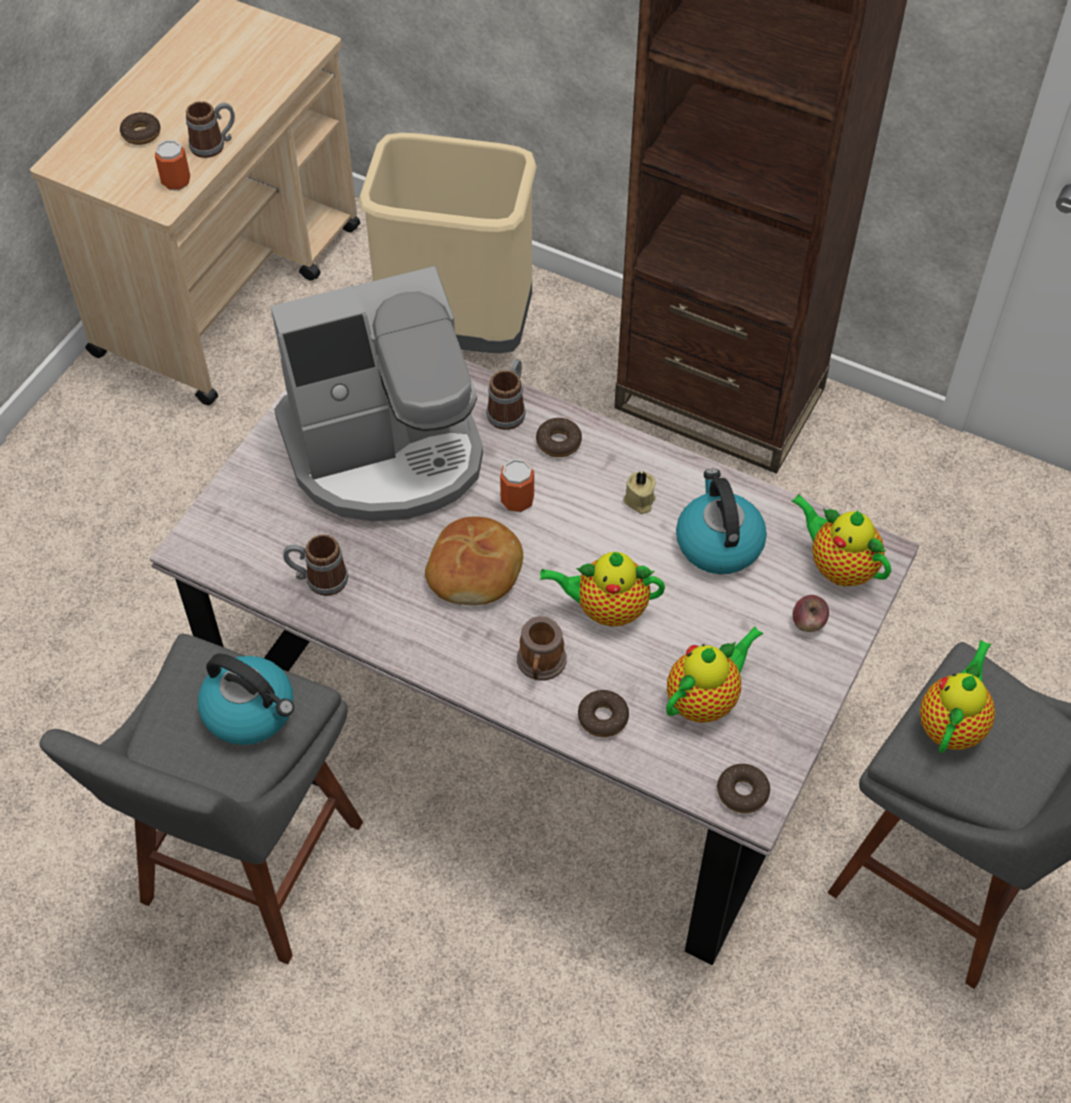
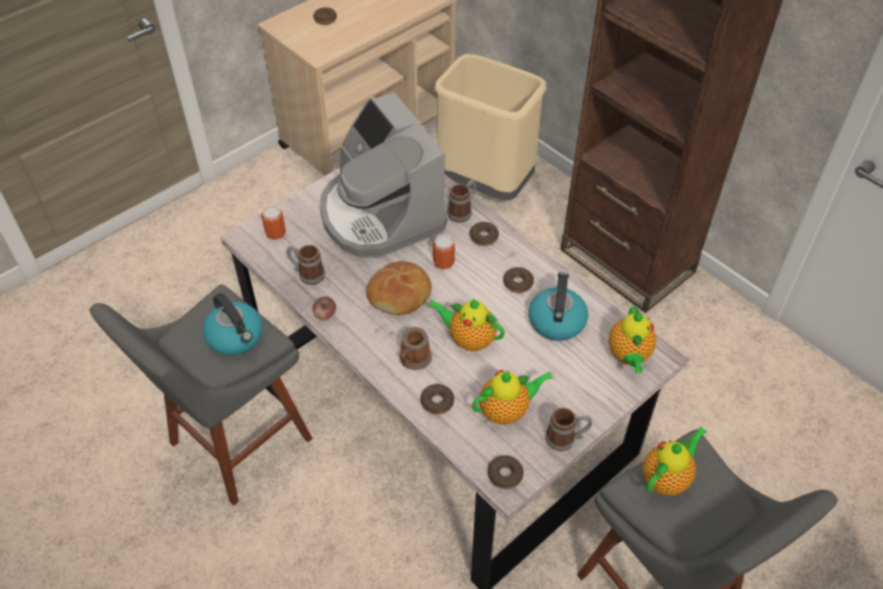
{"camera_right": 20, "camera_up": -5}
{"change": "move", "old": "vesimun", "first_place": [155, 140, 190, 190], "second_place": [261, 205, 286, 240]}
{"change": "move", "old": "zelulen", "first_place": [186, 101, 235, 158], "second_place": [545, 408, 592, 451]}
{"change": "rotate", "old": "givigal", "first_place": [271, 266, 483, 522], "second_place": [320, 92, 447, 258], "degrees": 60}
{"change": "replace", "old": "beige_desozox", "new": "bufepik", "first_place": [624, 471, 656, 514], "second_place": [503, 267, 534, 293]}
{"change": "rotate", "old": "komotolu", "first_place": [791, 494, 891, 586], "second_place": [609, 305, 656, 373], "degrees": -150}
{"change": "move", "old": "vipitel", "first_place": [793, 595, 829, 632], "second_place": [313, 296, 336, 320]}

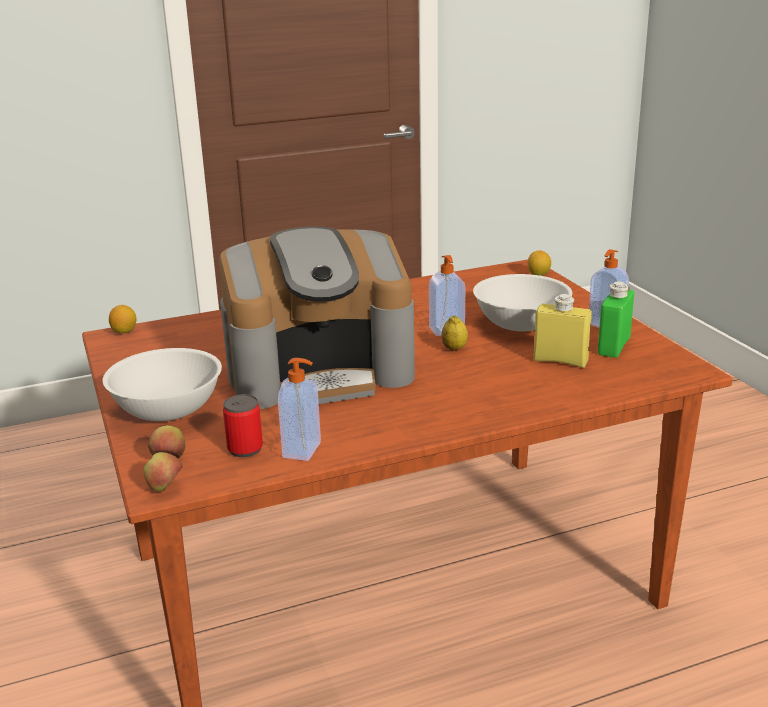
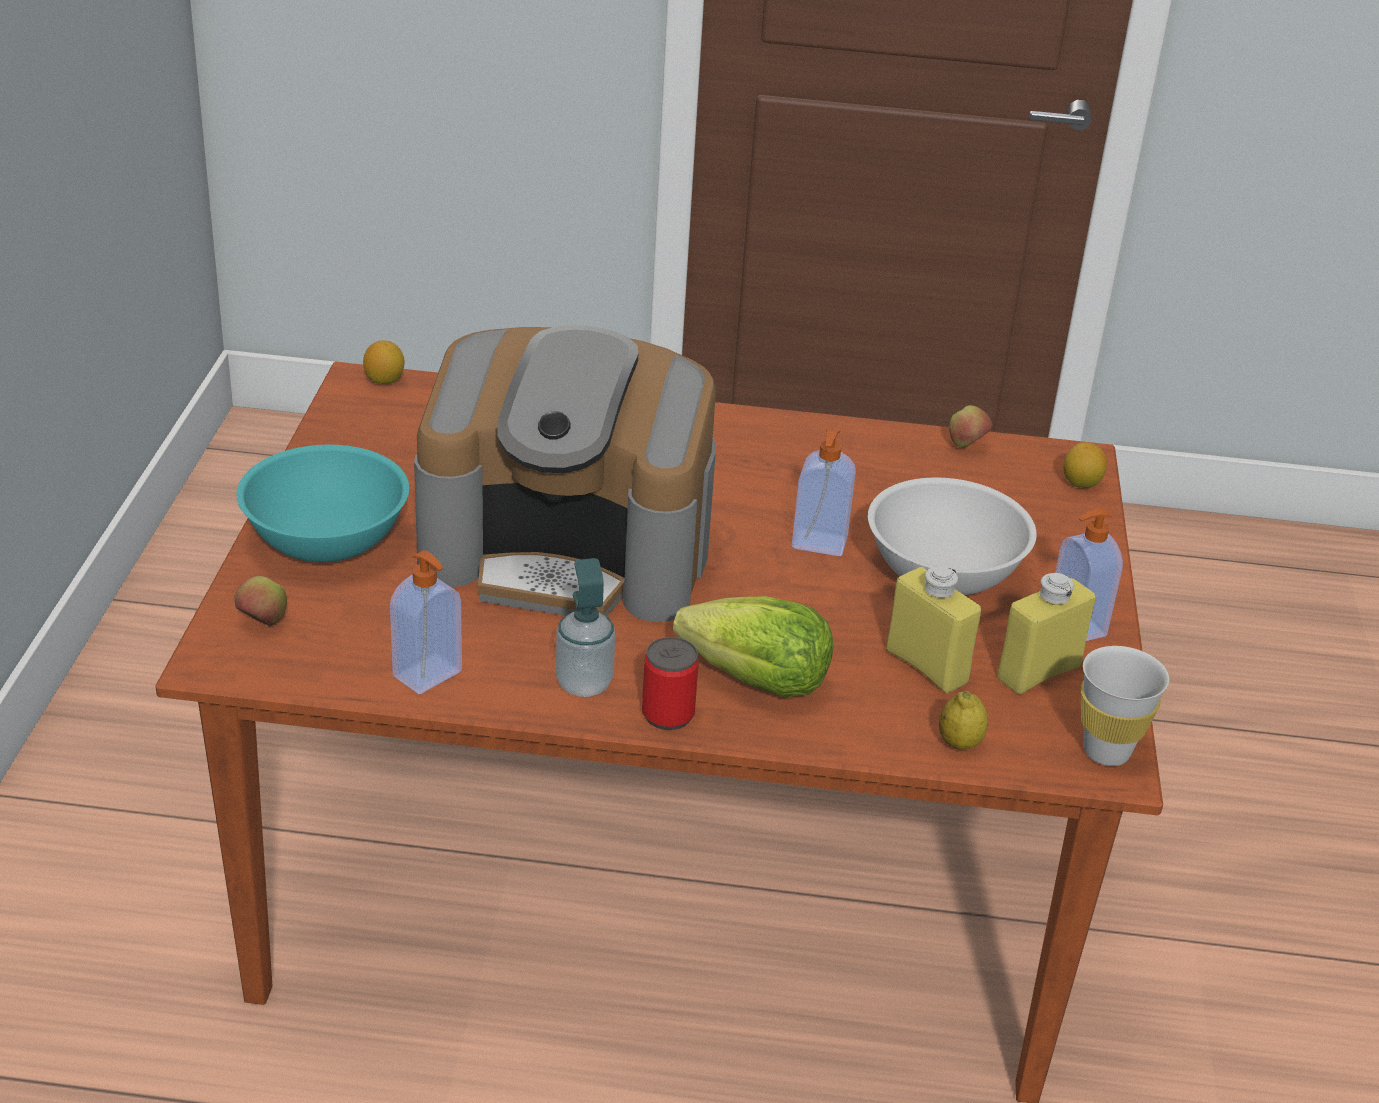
{"camera_right": 25, "camera_up": 10}
{"change": "recolor", "old": "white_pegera", "new": "turquoise_pegera", "first_place": [103, 348, 222, 421], "second_place": [236, 445, 409, 562]}
{"change": "move", "old": "vipitel", "first_place": [144, 452, 182, 492], "second_place": [949, 405, 993, 448]}
{"change": "move", "old": "vesimun", "first_place": [223, 394, 263, 457], "second_place": [642, 637, 699, 730]}
{"change": "move", "old": "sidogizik", "first_place": [442, 315, 468, 351], "second_place": [939, 691, 988, 750]}
{"change": "recolor", "old": "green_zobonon", "new": "yellow_zobonon", "first_place": [598, 282, 634, 358], "second_place": [998, 573, 1096, 694]}
{"change": "insert", "new": "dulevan", "second_place": [556, 558, 615, 697]}
{"change": "insert", "new": "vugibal", "second_place": [673, 596, 833, 698]}
{"change": "insert", "new": "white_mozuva", "second_place": [1081, 646, 1169, 766]}

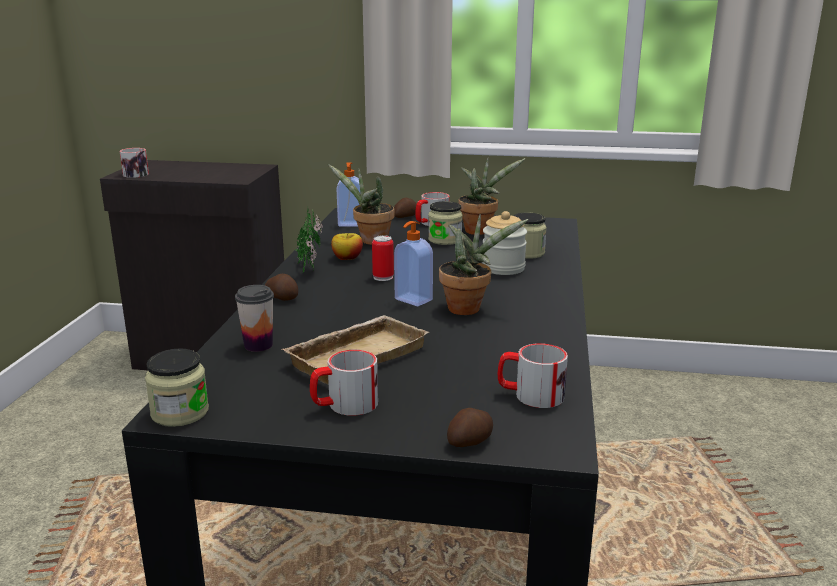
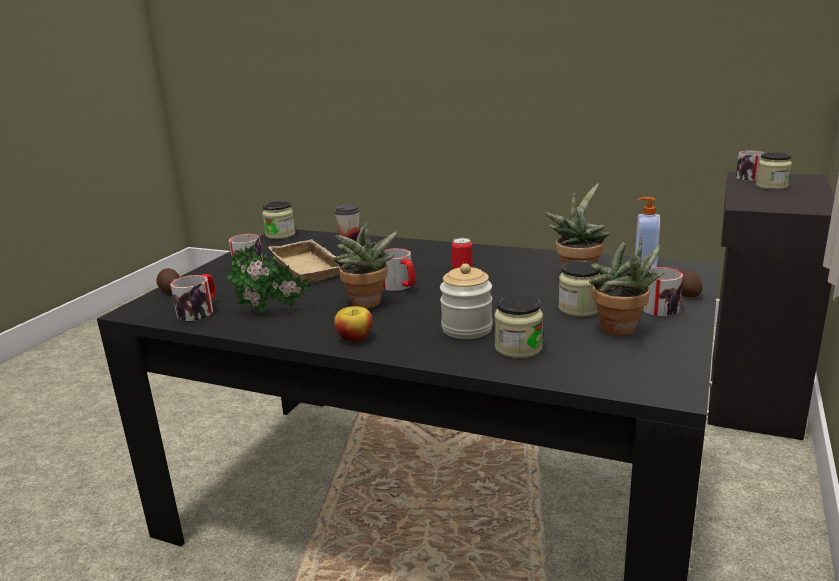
{"camera_right": 105, "camera_up": 0}
{"change": "delete", "old": "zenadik", "first_place": [265, 274, 298, 301]}
{"change": "move", "old": "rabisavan", "first_place": [295, 209, 323, 273], "second_place": [227, 245, 311, 314]}
{"change": "move", "old": "vipitel", "first_place": [331, 233, 363, 260], "second_place": [334, 306, 372, 342]}
{"change": "replace", "old": "dulevan", "new": "zelulen", "first_place": [394, 221, 433, 306], "second_place": [383, 248, 415, 291]}
{"change": "insert", "new": "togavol", "second_place": [756, 152, 792, 190]}

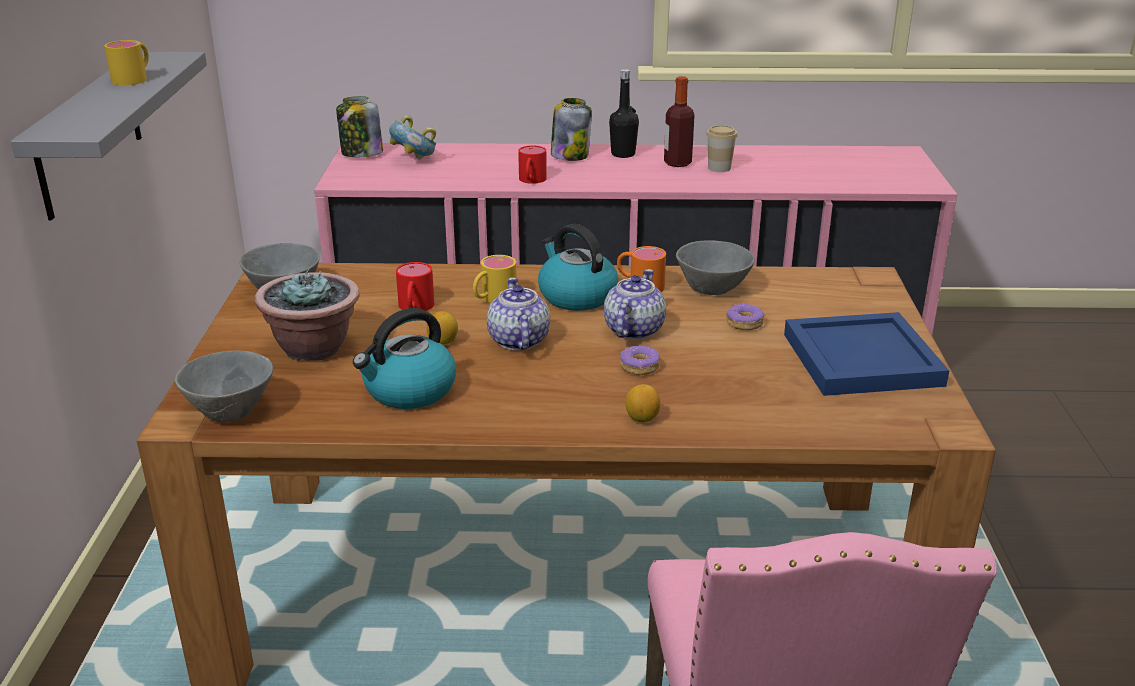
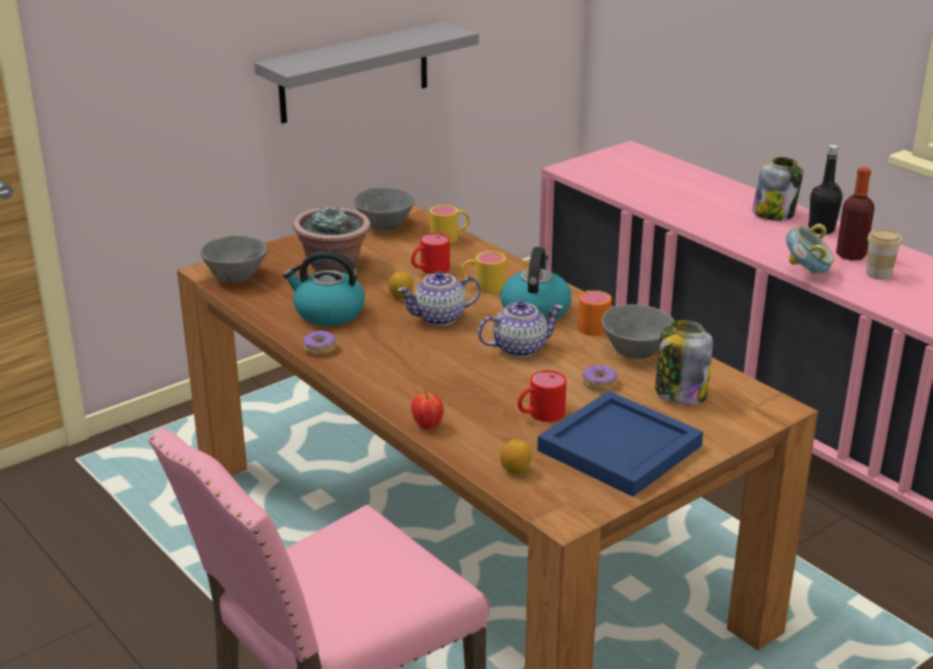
{"camera_right": 50, "camera_up": 0}
{"change": "move", "old": "yellow_zelulen", "first_place": [104, 40, 149, 85], "second_place": [430, 205, 470, 243]}
{"change": "move", "old": "togavol", "first_place": [336, 96, 383, 157], "second_place": [655, 320, 713, 405]}
{"change": "move", "old": "pegera", "first_place": [389, 115, 436, 160], "second_place": [786, 224, 834, 274]}
{"change": "rotate", "old": "komotolu", "first_place": [487, 277, 550, 350], "second_place": [397, 271, 481, 326], "degrees": -150}
{"change": "move", "old": "red_zelulen", "first_place": [518, 146, 547, 184], "second_place": [518, 370, 566, 422]}
{"change": "move", "old": "bufepik", "first_place": [620, 346, 660, 375], "second_place": [303, 330, 336, 355]}
{"change": "move", "old": "sidogizik", "first_place": [625, 384, 660, 422], "second_place": [500, 440, 532, 474]}
{"change": "insert", "new": "vipitel", "second_place": [411, 391, 444, 429]}

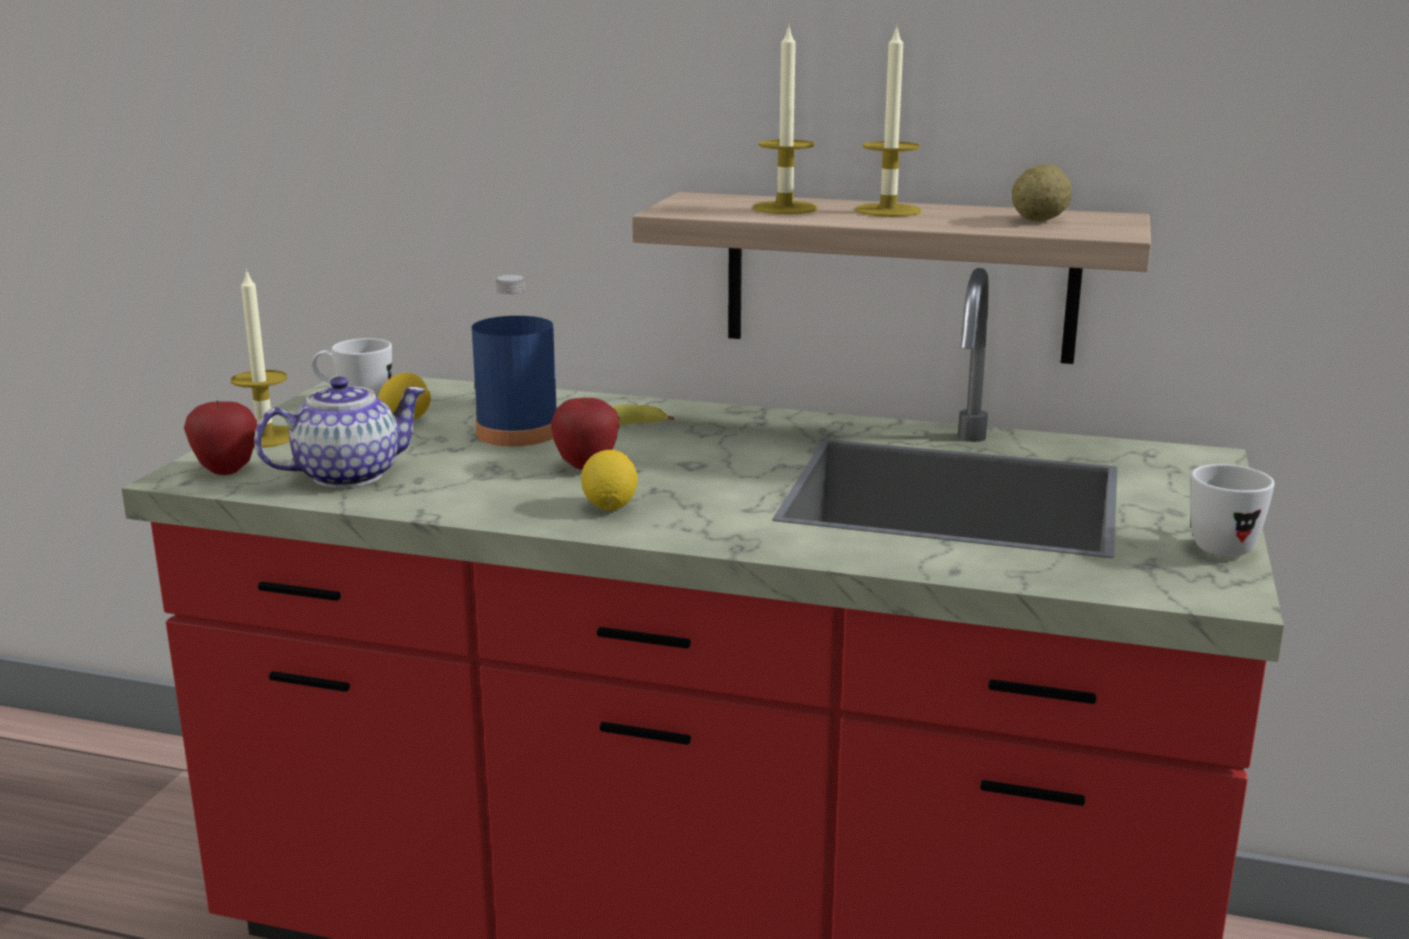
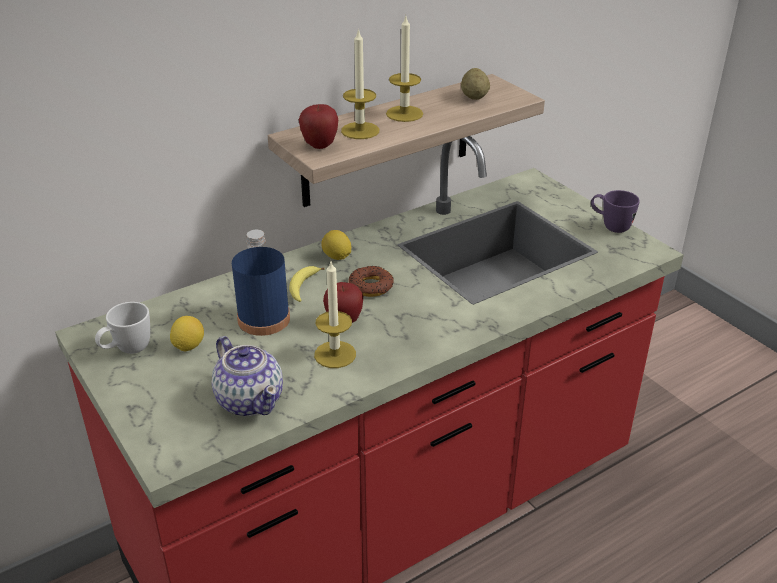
{"camera_right": -50, "camera_up": 15}
{"change": "move", "old": "vipitel", "first_place": [184, 400, 257, 475], "second_place": [299, 104, 338, 149]}
{"change": "move", "old": "desozox", "first_place": [231, 268, 290, 448], "second_place": [314, 261, 356, 368]}
{"change": "rotate", "old": "komotolu", "first_place": [254, 376, 426, 488], "second_place": [212, 336, 283, 416], "degrees": 135}
{"change": "move", "old": "sidogizik", "first_place": [581, 450, 638, 511], "second_place": [321, 230, 351, 260]}
{"change": "recolor", "old": "white_zelulen", "new": "purple_zelulen", "first_place": [1190, 464, 1274, 557], "second_place": [591, 190, 640, 233]}
{"change": "insert", "new": "bufepik", "second_place": [348, 266, 394, 297]}

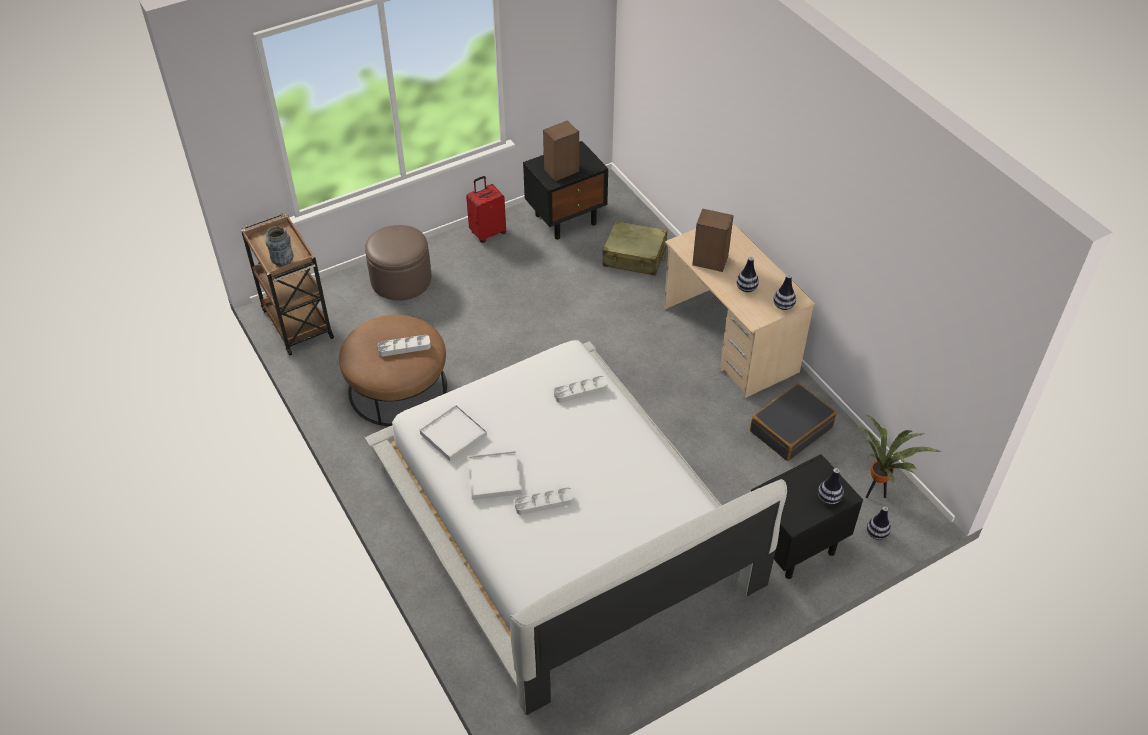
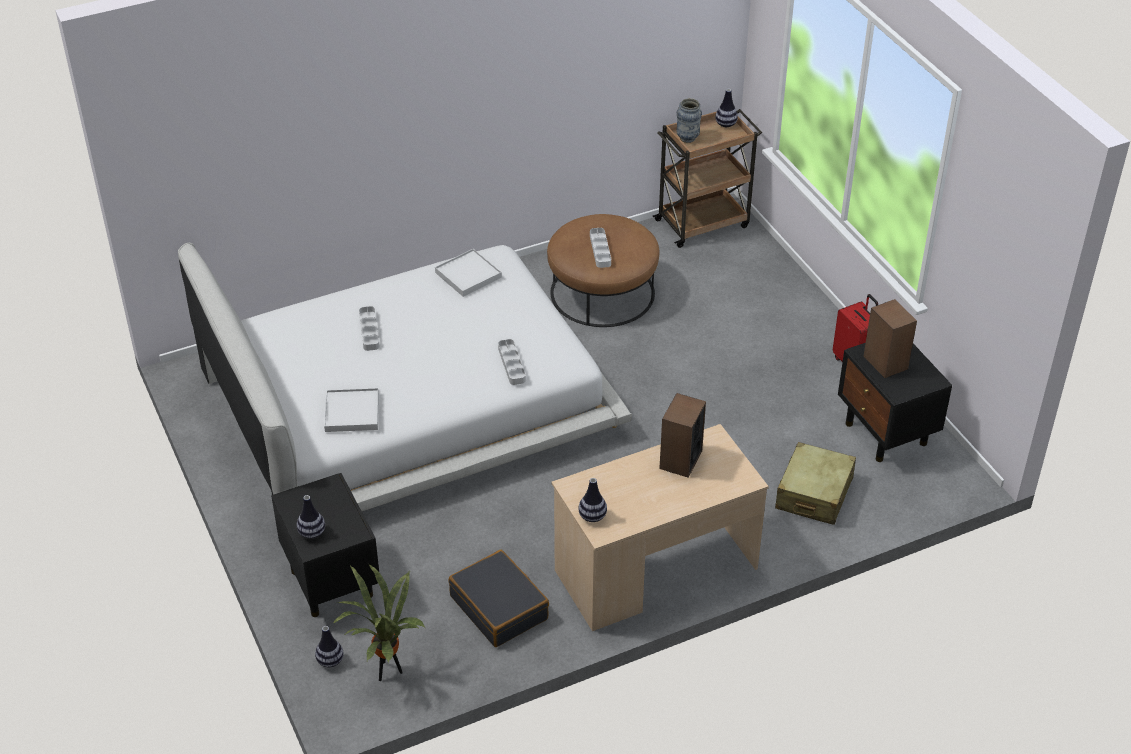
{"camera_right": 95, "camera_up": -5}
{"change": "delete", "old": "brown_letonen", "first_place": [365, 225, 431, 301]}
{"change": "move", "old": "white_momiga", "first_place": [468, 451, 522, 500], "second_place": [324, 388, 379, 432]}
{"change": "move", "old": "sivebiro", "first_place": [736, 257, 759, 292], "second_place": [715, 89, 738, 127]}

